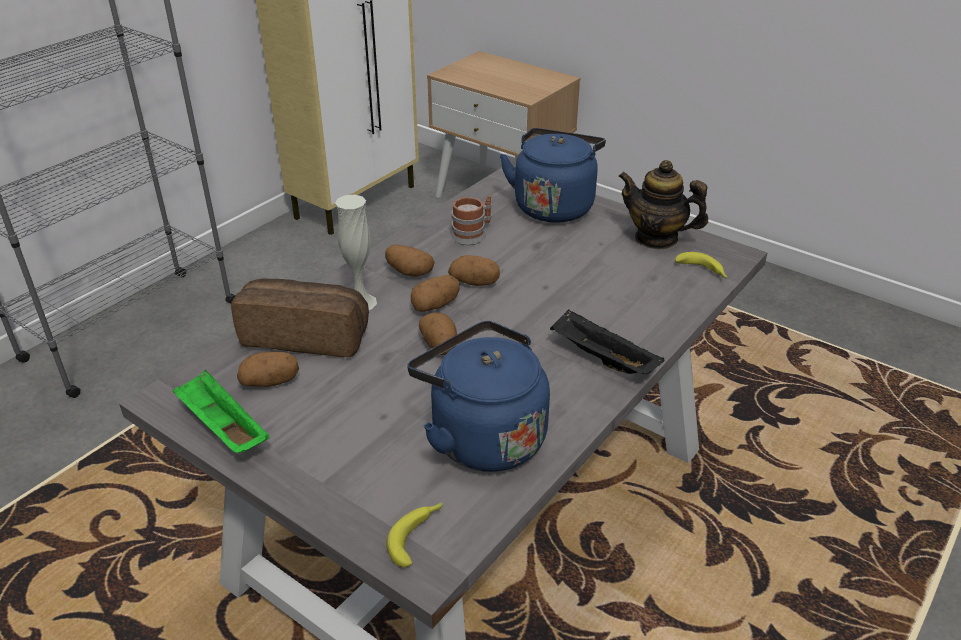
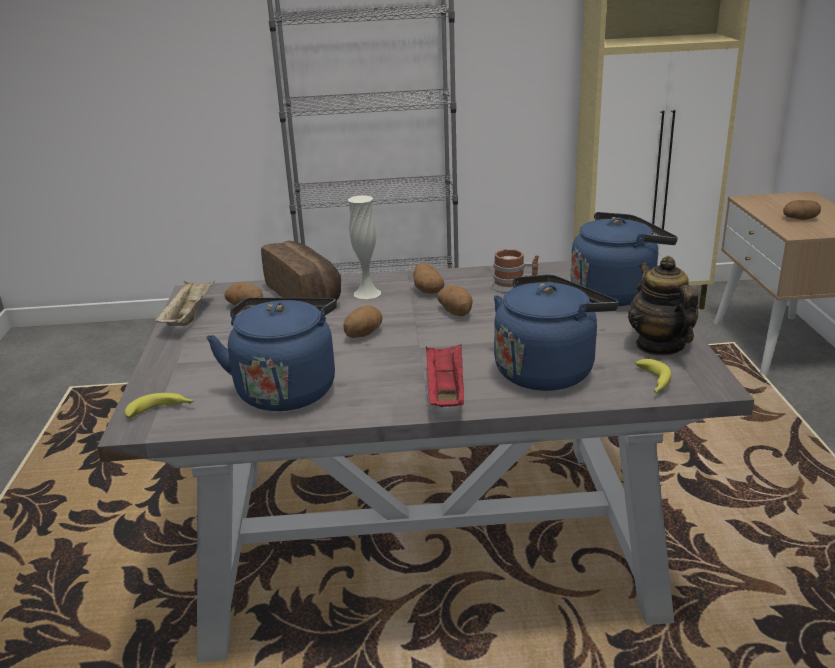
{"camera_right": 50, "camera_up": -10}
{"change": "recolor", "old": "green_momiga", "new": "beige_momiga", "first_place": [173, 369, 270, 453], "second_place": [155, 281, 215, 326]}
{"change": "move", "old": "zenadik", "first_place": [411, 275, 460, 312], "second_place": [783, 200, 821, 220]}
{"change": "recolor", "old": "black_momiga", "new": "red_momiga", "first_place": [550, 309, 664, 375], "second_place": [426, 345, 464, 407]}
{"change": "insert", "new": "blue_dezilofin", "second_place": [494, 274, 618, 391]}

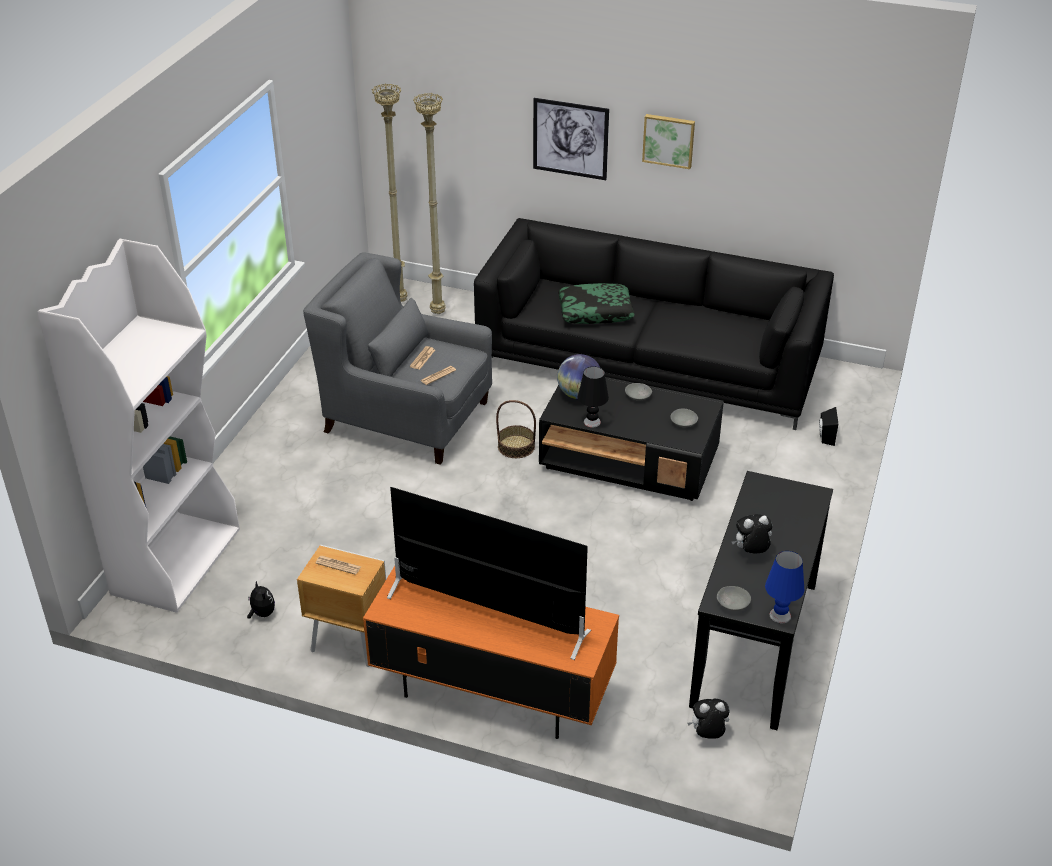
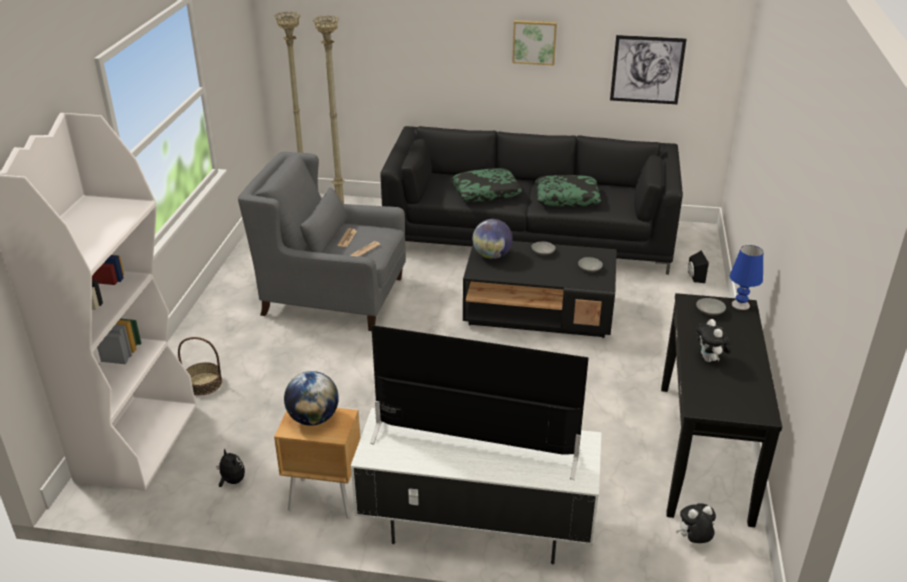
{"camera_right": -10, "camera_up": -5}
{"change": "replace", "old": "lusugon", "new": "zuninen", "first_place": [315, 556, 361, 575], "second_place": [284, 371, 339, 426]}
{"change": "recolor", "old": "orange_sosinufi", "new": "white_sosinufi", "first_place": [363, 566, 619, 739], "second_place": [351, 408, 602, 564]}
{"change": "move", "old": "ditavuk", "first_place": [496, 400, 536, 458], "second_place": [178, 337, 222, 396]}
{"change": "move", "old": "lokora", "first_place": [533, 98, 609, 180], "second_place": [610, 35, 687, 104]}
{"change": "delete", "old": "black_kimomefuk", "first_place": [578, 366, 609, 428]}
{"change": "move", "old": "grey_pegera", "first_place": [717, 586, 751, 611], "second_place": [696, 298, 726, 316]}
{"change": "rotate", "old": "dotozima", "first_place": [732, 514, 772, 553], "second_place": [696, 319, 731, 362], "degrees": -75}
{"change": "move", "old": "blue_kimomefuk", "first_place": [765, 551, 804, 623], "second_place": [730, 245, 763, 310]}
{"change": "insert", "new": "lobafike", "second_place": [535, 175, 601, 207]}

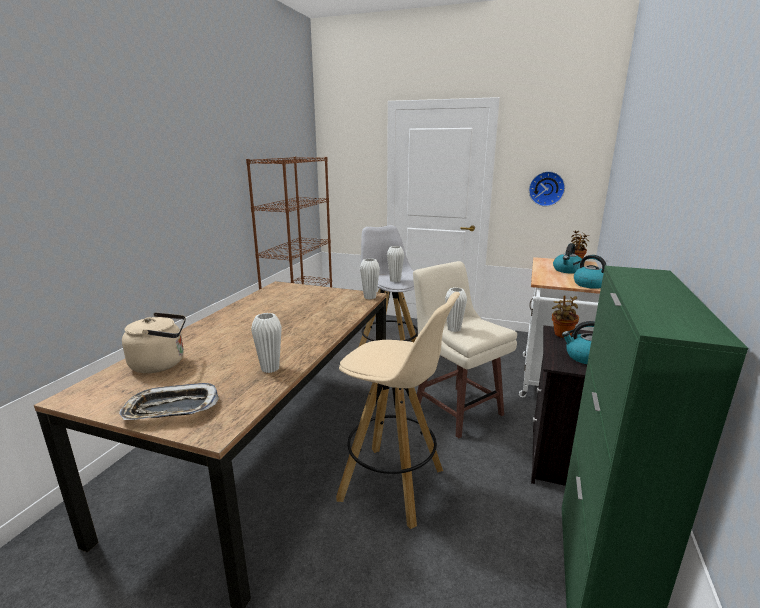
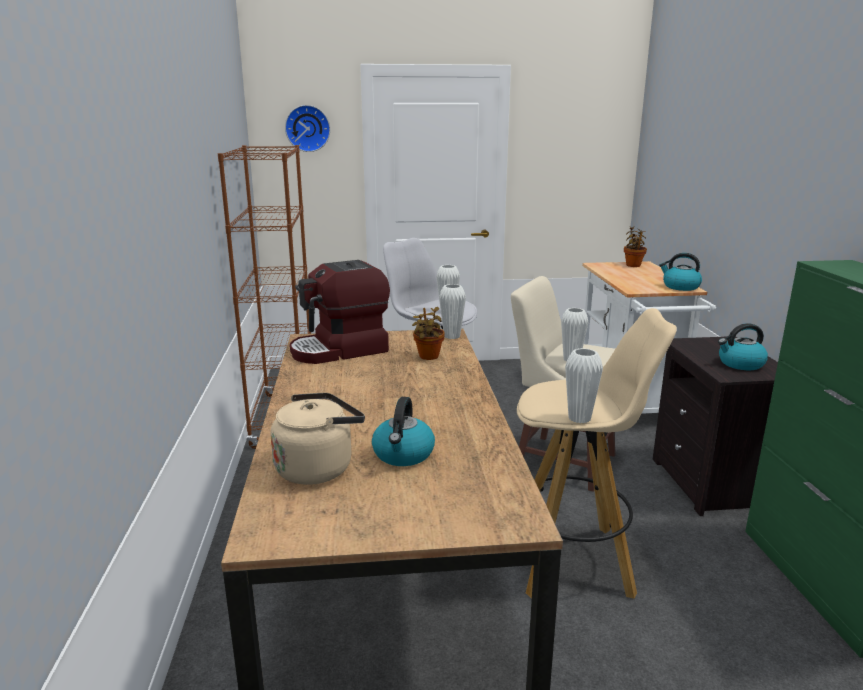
{"camera_right": -25, "camera_up": 0}
{"change": "delete", "old": "momiga", "first_place": [119, 383, 219, 420]}
{"change": "move", "old": "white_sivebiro", "first_place": [251, 313, 282, 373], "second_place": [565, 348, 603, 423]}
{"change": "move", "old": "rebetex", "first_place": [529, 171, 565, 206], "second_place": [285, 105, 330, 152]}
{"change": "move", "old": "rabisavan", "first_place": [552, 296, 579, 338], "second_place": [412, 307, 445, 360]}
{"change": "move", "old": "dezilofin", "first_place": [553, 243, 582, 273], "second_place": [372, 397, 435, 466]}
{"change": "insert", "new": "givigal", "second_place": [290, 260, 390, 364]}

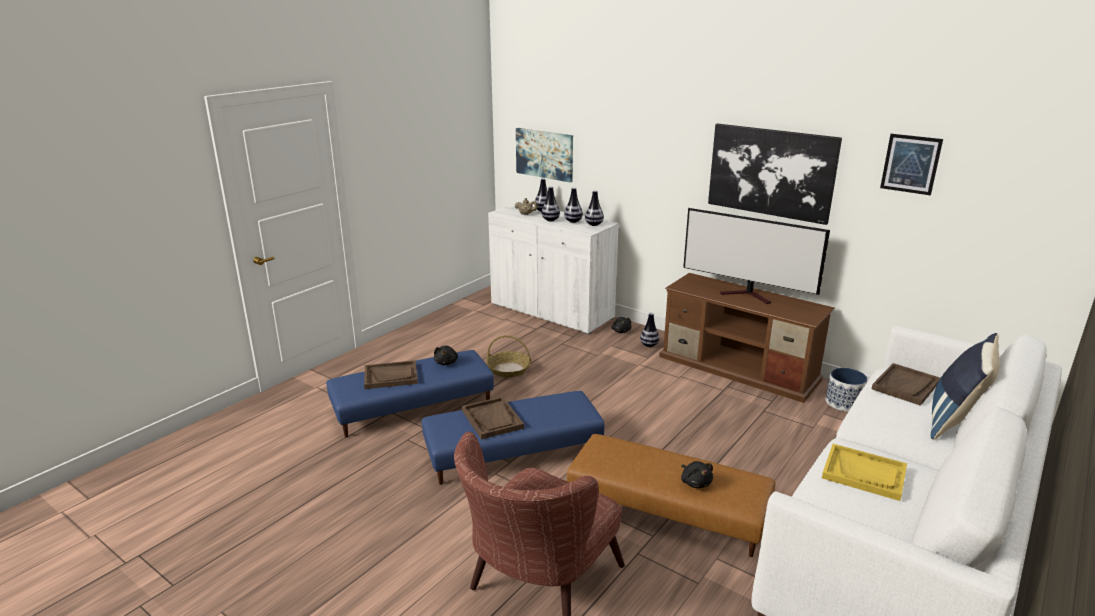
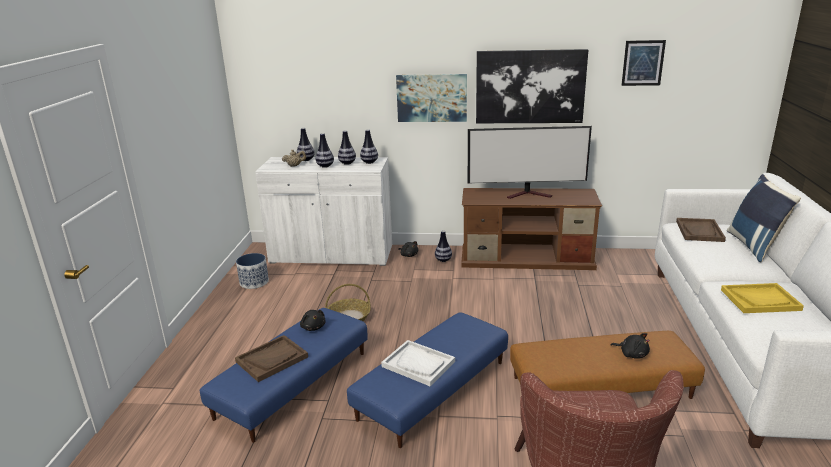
{"camera_right": -30, "camera_up": 0}
{"change": "recolor", "old": "brown_momiga", "new": "white_momiga", "first_place": [462, 396, 524, 439], "second_place": [381, 340, 455, 386]}
{"change": "move", "old": "lokora", "first_place": [516, 128, 573, 182], "second_place": [396, 74, 467, 122]}
{"change": "move", "old": "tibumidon", "first_place": [826, 368, 868, 412], "second_place": [236, 253, 269, 289]}

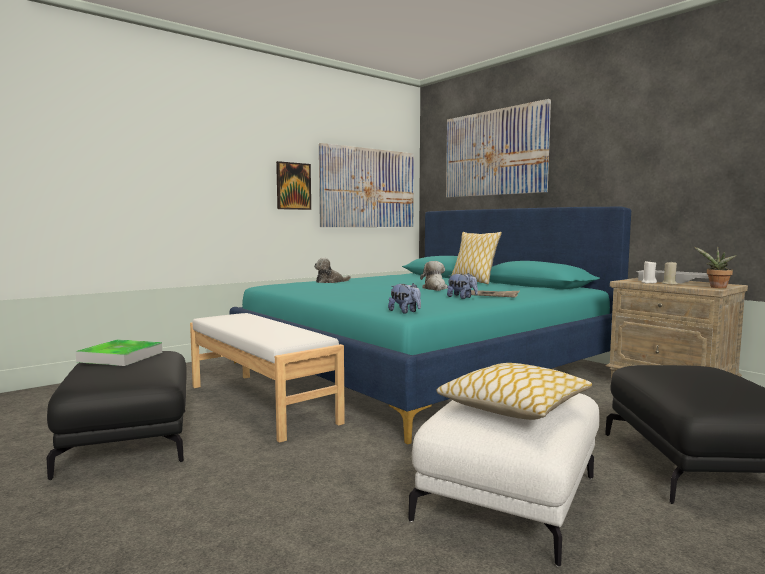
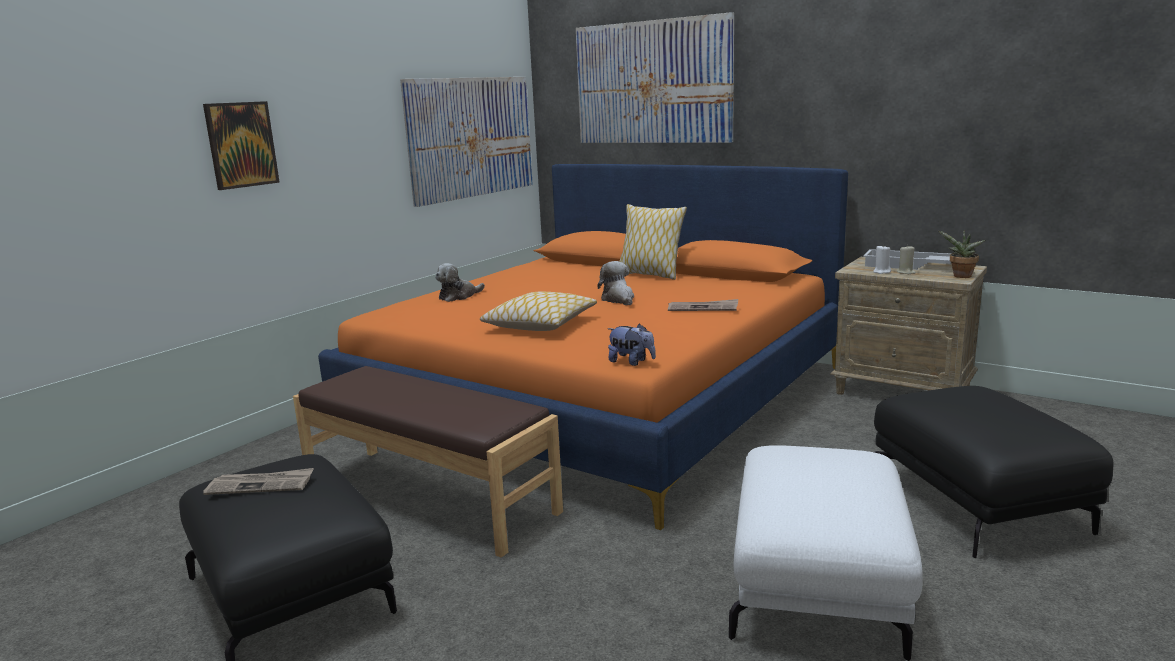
{"camera_right": -15, "camera_up": 10}
{"change": "replace", "old": "momiga", "new": "lusugon", "first_place": [76, 339, 162, 366], "second_place": [203, 468, 314, 495]}
{"change": "recolor", "old": "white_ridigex", "new": "brown_ridigex", "first_place": [190, 313, 345, 443], "second_place": [293, 366, 563, 558]}
{"change": "recolor", "old": "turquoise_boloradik", "new": "orange_boloradik", "first_place": [230, 207, 631, 444], "second_place": [318, 164, 848, 530]}
{"change": "move", "old": "lokora", "first_place": [276, 161, 311, 210], "second_place": [203, 101, 280, 190]}
{"change": "move", "old": "lobafike", "first_place": [436, 363, 592, 420], "second_place": [480, 292, 597, 331]}
{"change": "delete", "old": "dotozima", "first_place": [447, 273, 478, 299]}

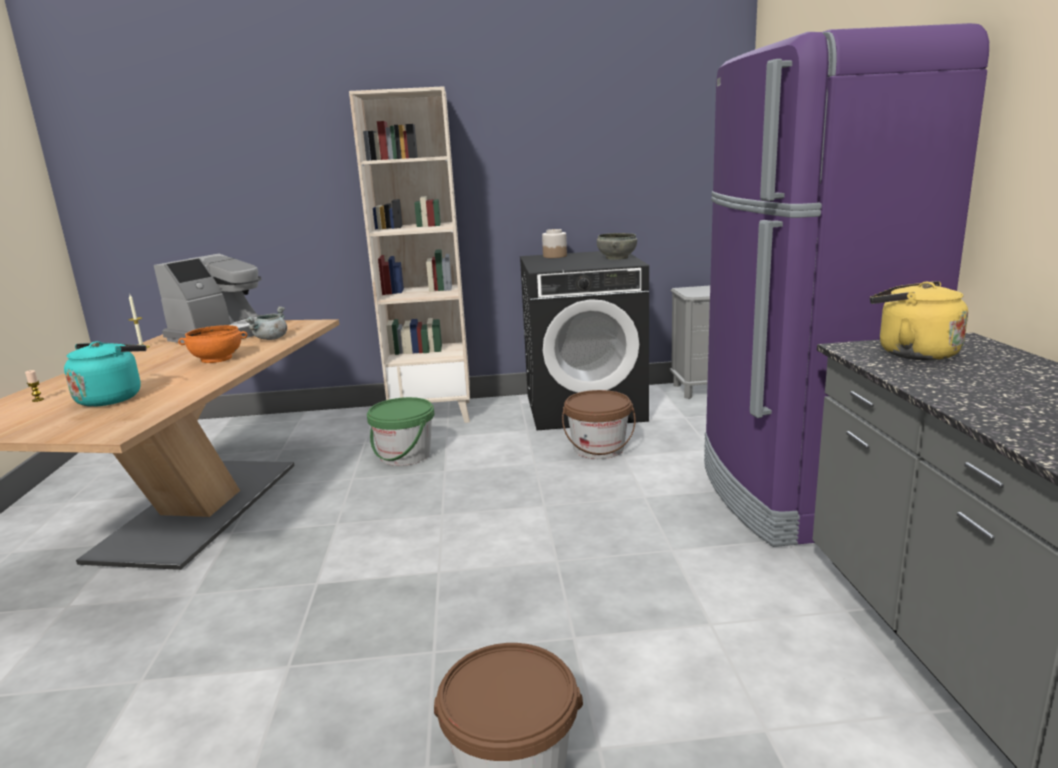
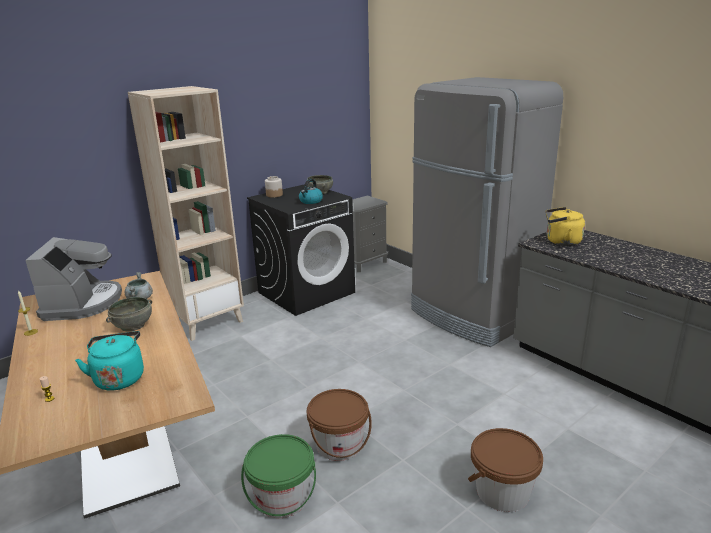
{"camera_right": -35, "camera_up": 5}
{"change": "recolor", "old": "orange_pegera", "new": "grey_pegera", "first_place": [178, 325, 247, 363], "second_place": [106, 297, 152, 331]}
{"change": "move", "old": "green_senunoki", "first_place": [367, 397, 434, 466], "second_place": [241, 434, 316, 518]}
{"change": "move", "old": "brown_senunoki", "first_place": [562, 390, 636, 459], "second_place": [307, 389, 372, 461]}
{"change": "recolor", "old": "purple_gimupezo", "new": "grey_gimupezo", "first_place": [704, 23, 989, 547], "second_place": [411, 77, 563, 347]}
{"change": "insert", "new": "dezilofin", "second_place": [299, 179, 323, 204]}

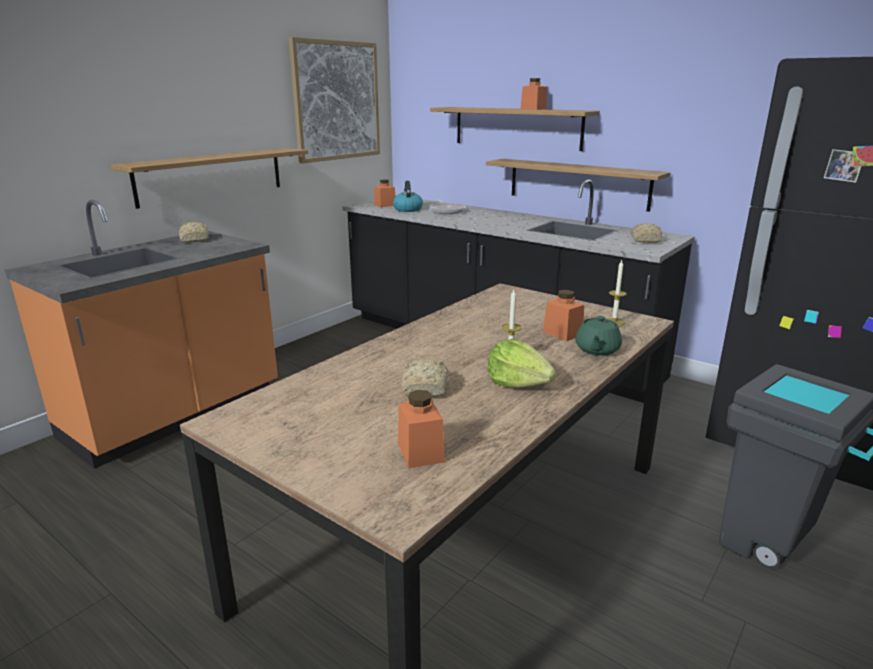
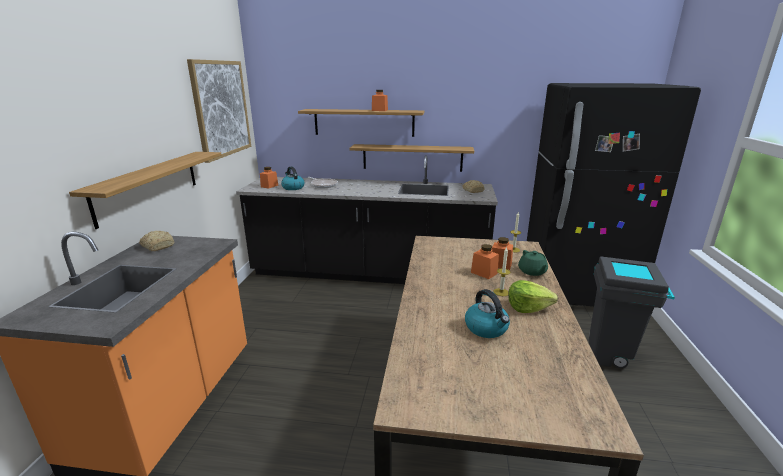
{"camera_right": -30, "camera_up": 0}
{"change": "move", "old": "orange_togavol", "first_place": [398, 390, 445, 468], "second_place": [471, 244, 499, 279]}
{"change": "replace", "old": "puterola", "new": "dezilofin", "first_place": [401, 358, 449, 397], "second_place": [465, 289, 510, 338]}

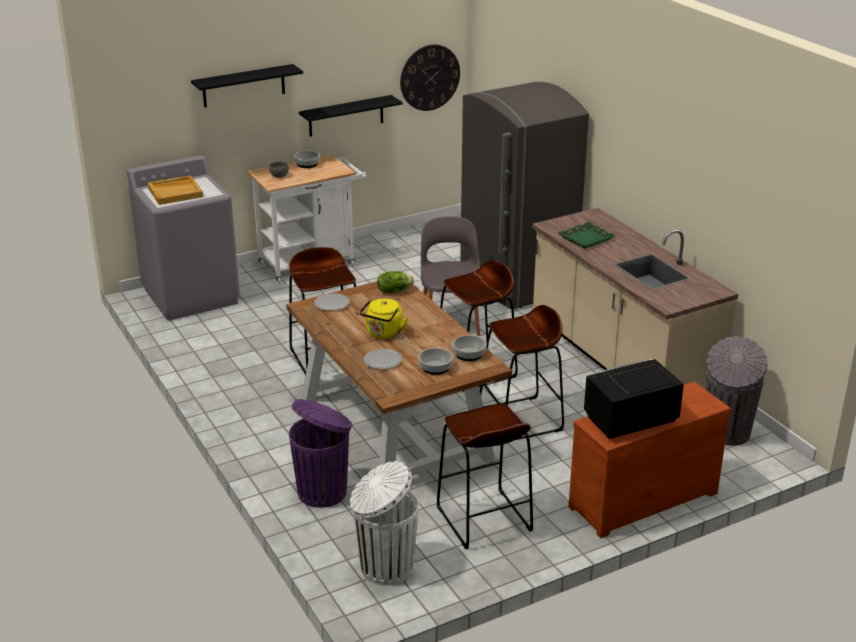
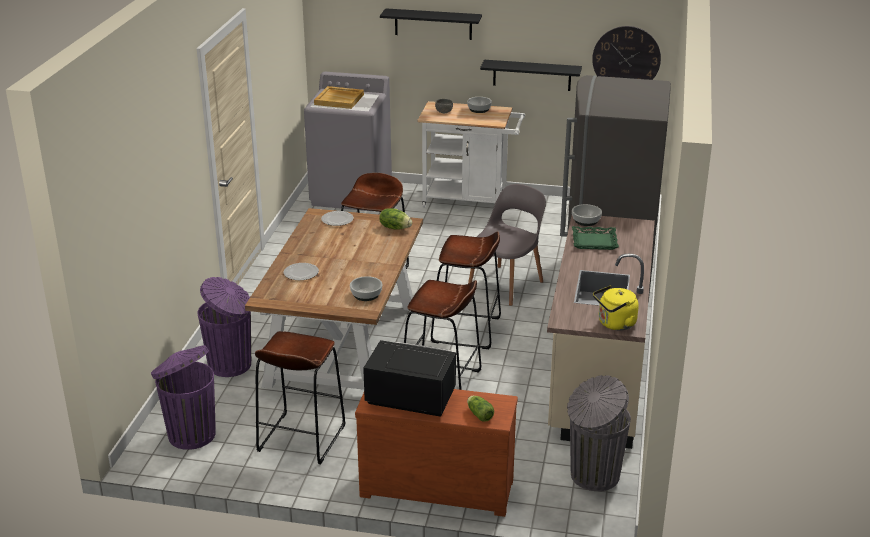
{"camera_right": 40, "camera_up": 0}
{"change": "recolor", "old": "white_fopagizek", "new": "purple_fopagizek", "first_place": [350, 461, 419, 586], "second_place": [151, 345, 216, 450]}
{"change": "move", "old": "yellow_dezilofin", "first_place": [360, 299, 408, 339], "second_place": [593, 285, 639, 330]}
{"change": "move", "old": "pegera", "first_place": [418, 348, 453, 375], "second_place": [572, 204, 602, 226]}
{"change": "insert", "new": "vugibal", "second_place": [467, 396, 494, 422]}

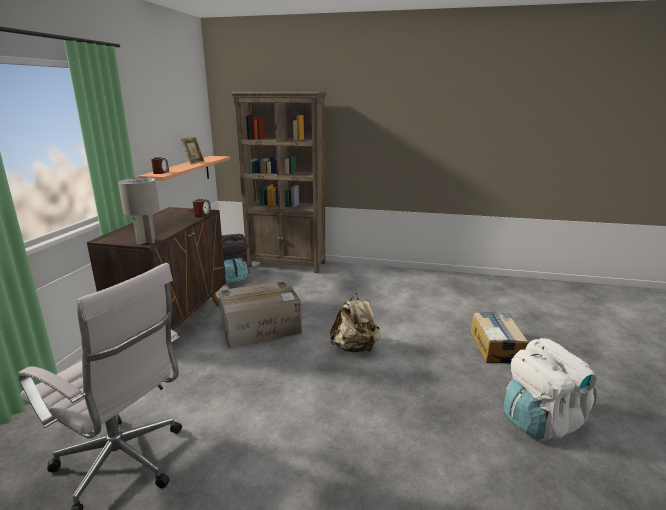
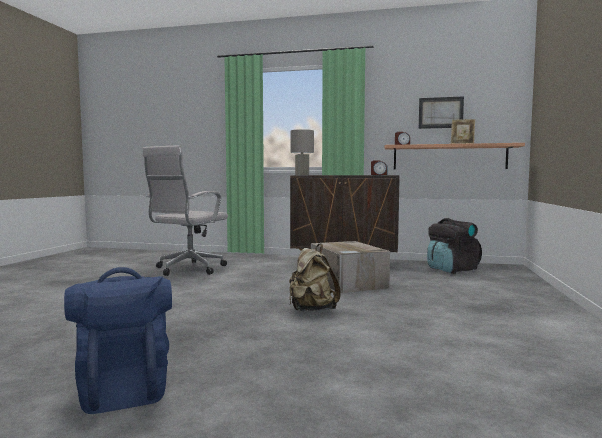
{"camera_right": 90, "camera_up": -15}
{"change": "delete", "old": "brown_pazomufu", "first_place": [231, 92, 327, 273]}
{"change": "delete", "old": "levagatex", "first_place": [471, 312, 528, 363]}
{"change": "recolor", "old": "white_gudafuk", "new": "blue_gudafuk", "first_place": [504, 338, 597, 441], "second_place": [64, 267, 172, 414]}
{"change": "insert", "new": "lokora", "second_place": [419, 96, 464, 129]}

